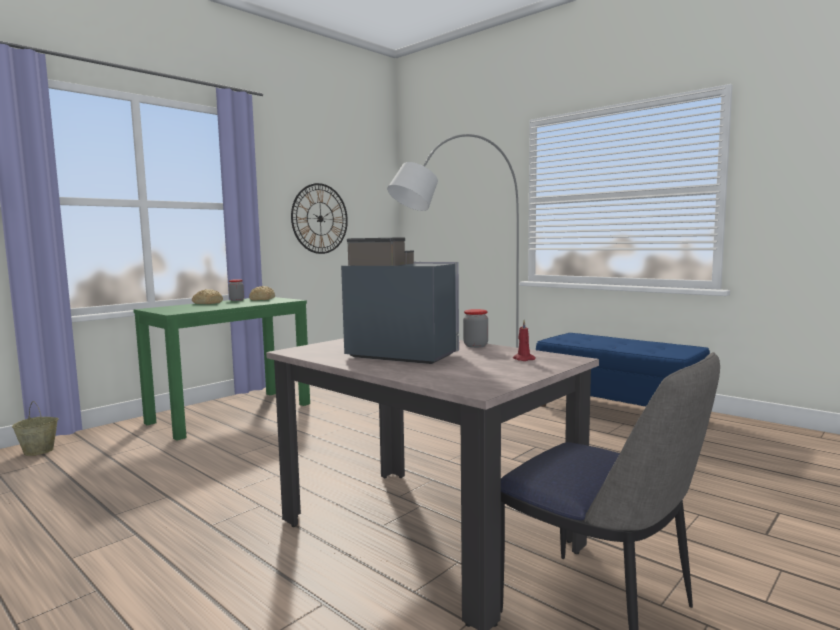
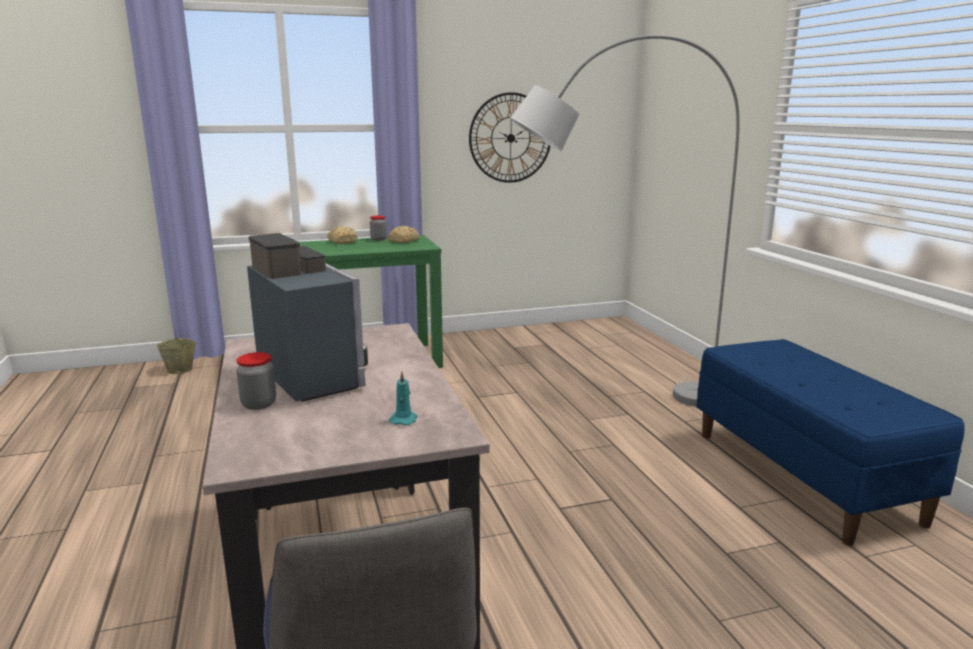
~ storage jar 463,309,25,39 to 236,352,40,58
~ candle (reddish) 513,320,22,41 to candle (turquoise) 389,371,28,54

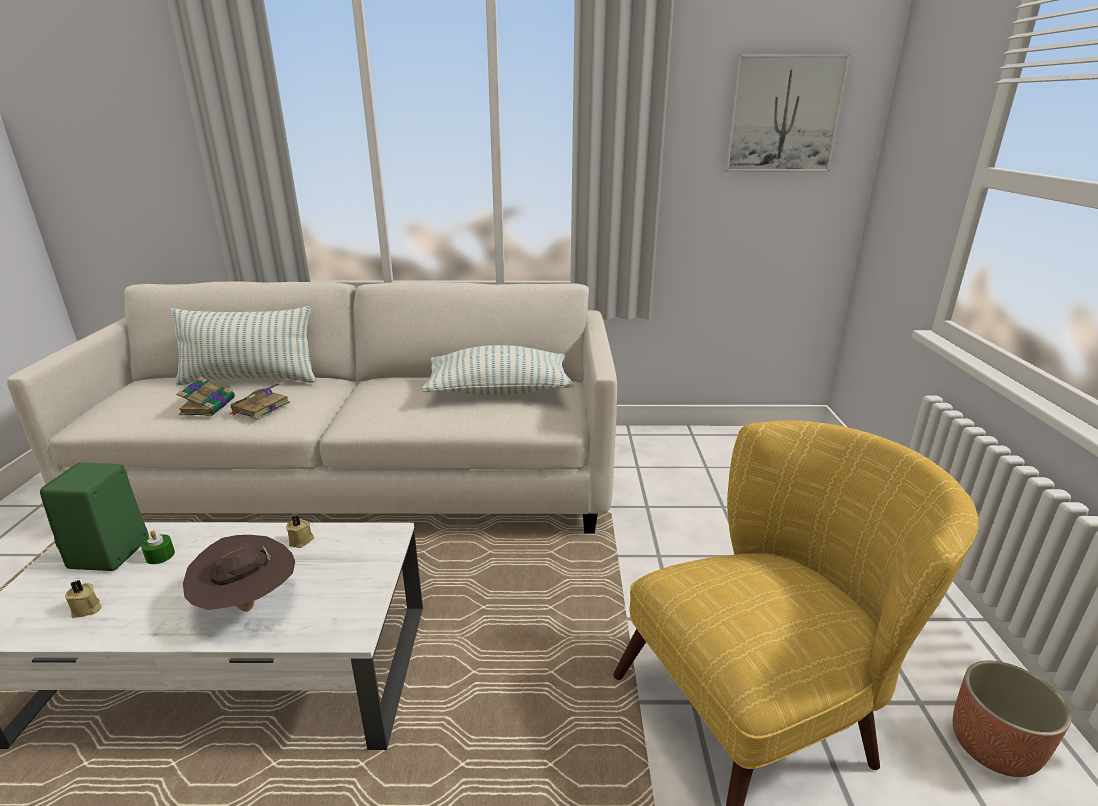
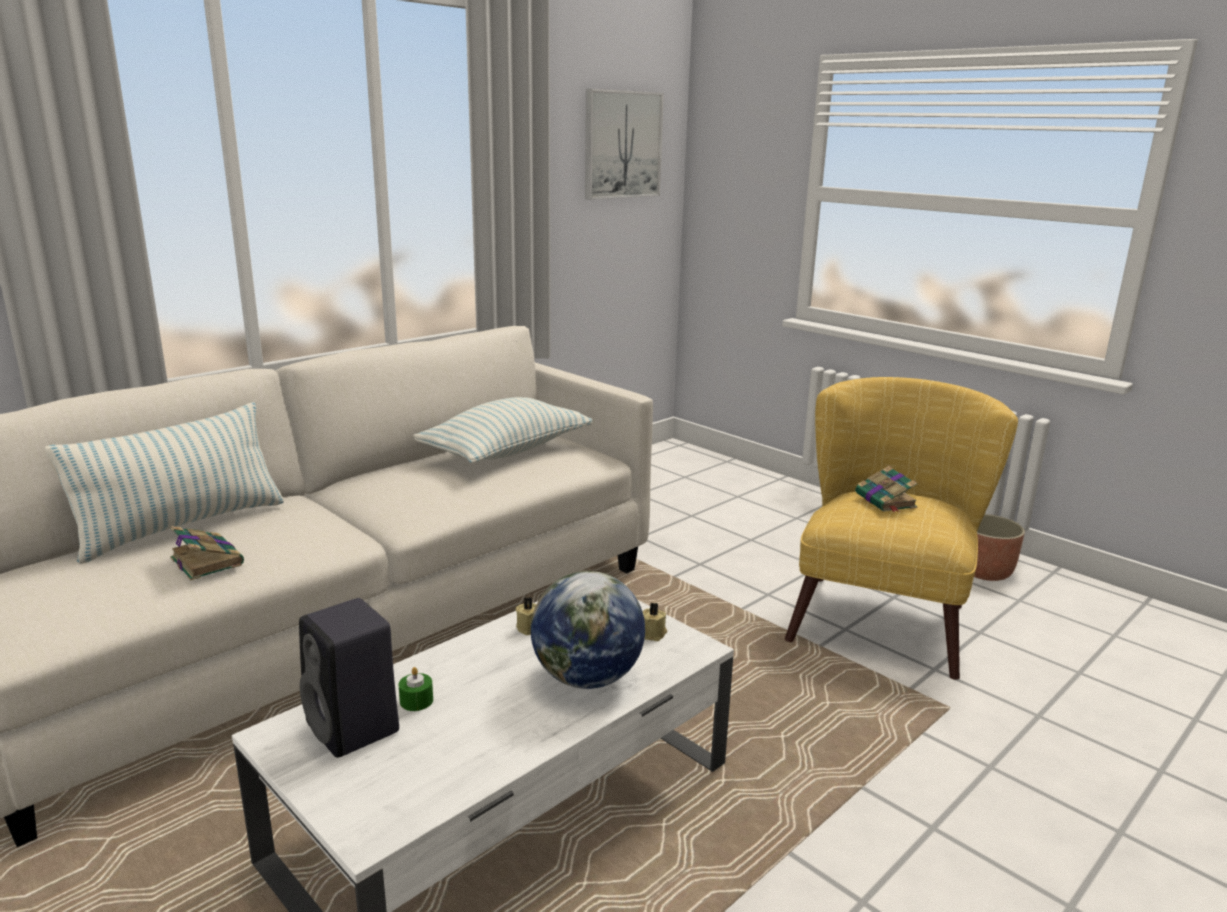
~ audio speaker (green-coloured) 40,463,109,108 to audio speaker (blackish) 299,598,100,160
~ clothing hat (brown) 183,535,112,77 to desk globe 531,571,114,118
~ candle (beige-coloured) 65,580,37,38 to 643,603,24,38
~ book 230,381,60,38 to 855,466,62,47

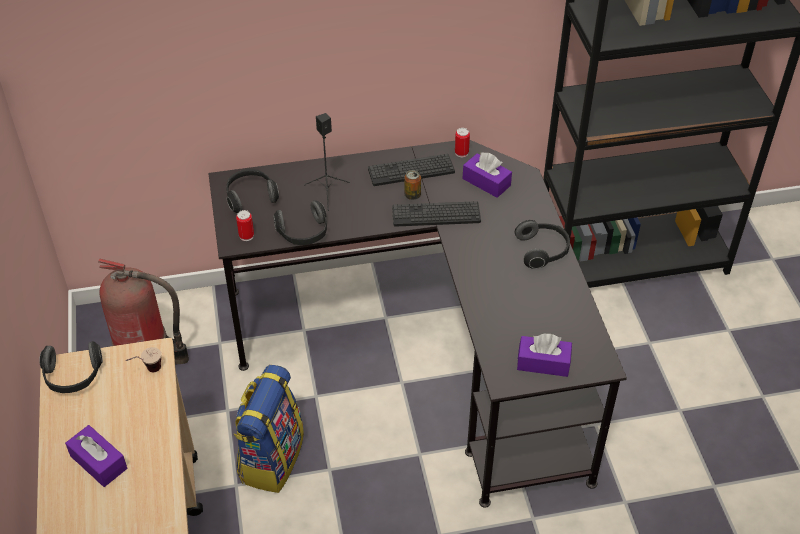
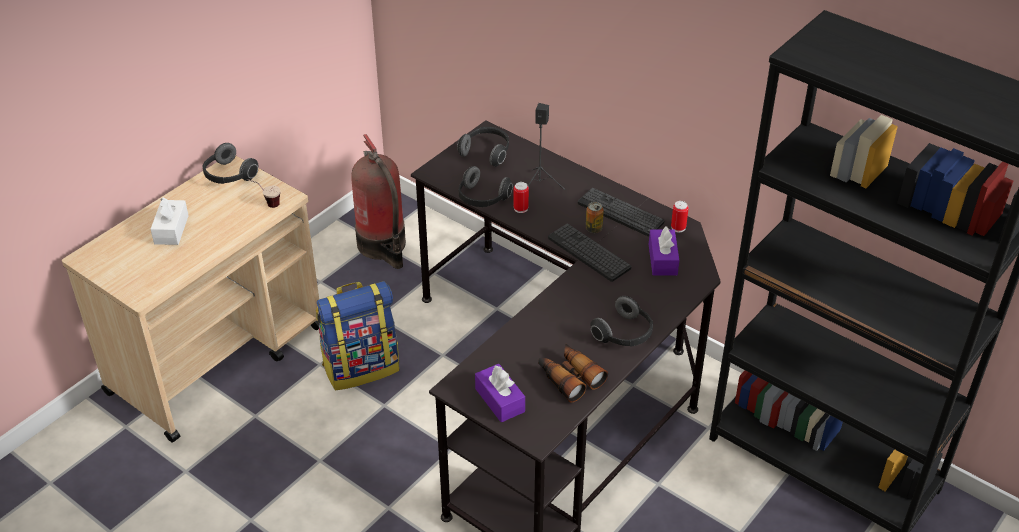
~ tissue holder (purplish) 65,425,62,62 to tissue holder (white) 150,197,39,48
~ can 236,210,18,31 to 514,182,15,31
+ binoculars 538,343,70,60

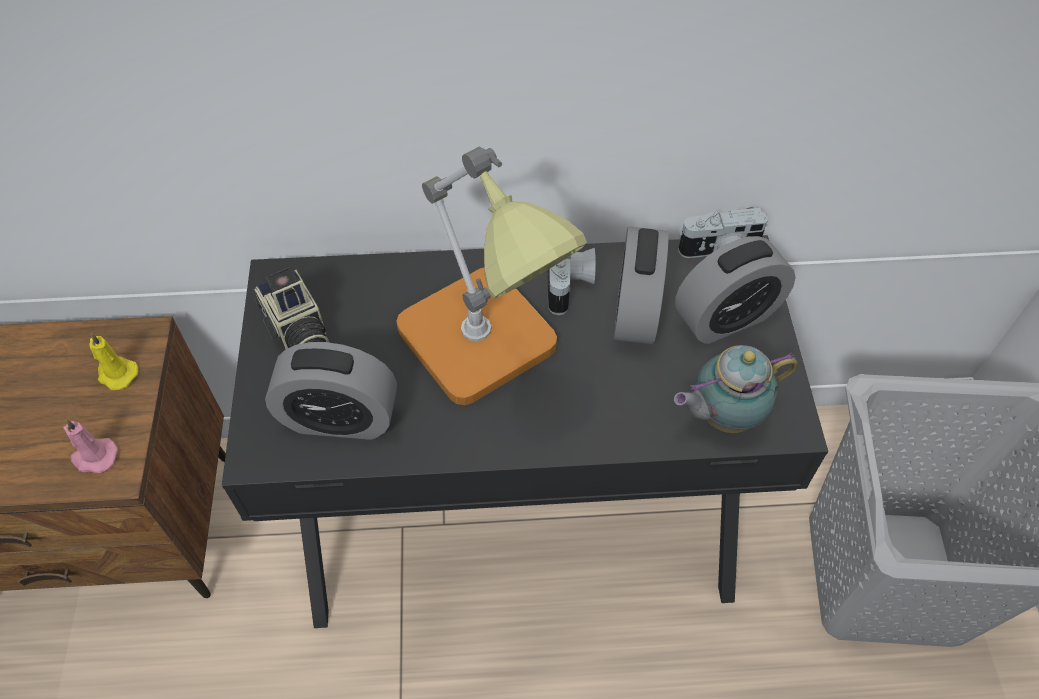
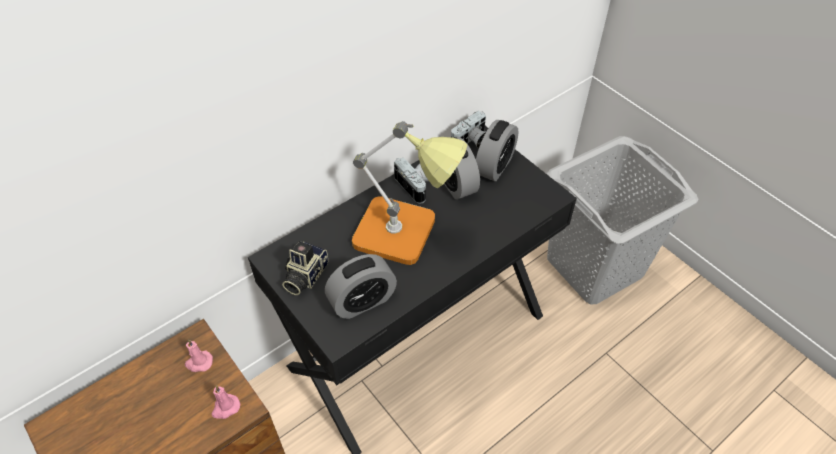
~ candle (yellowish) 90,333,48,57 to candle (pink-coloured) 185,339,28,33
~ still camera 254,267,75,82 = 282,241,46,54 90 degrees clockwise
- tea pot 674,345,124,88

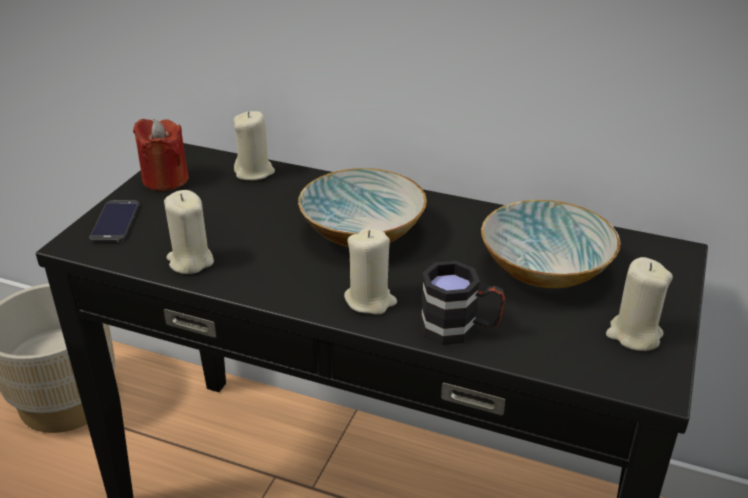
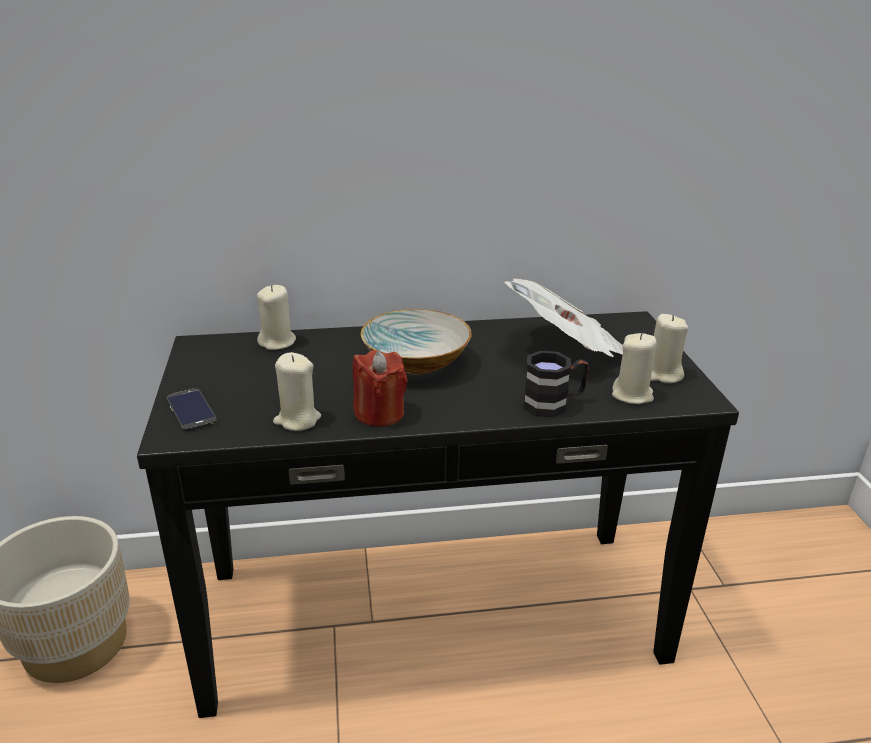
~ candle (reddish) 133,119,56,72 to 353,350,55,77
~ serving bowl 481,200,140,88 to daily paper 504,279,119,78
~ candle (beige-coloured) 344,228,53,87 to 612,333,45,71

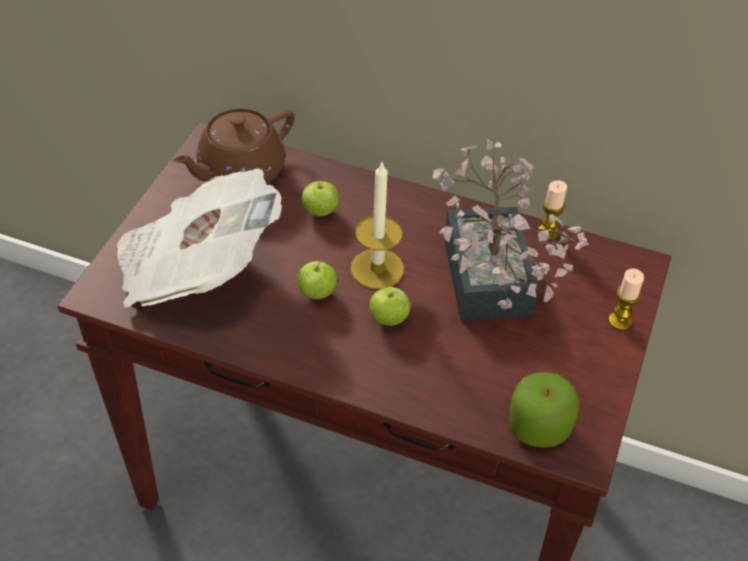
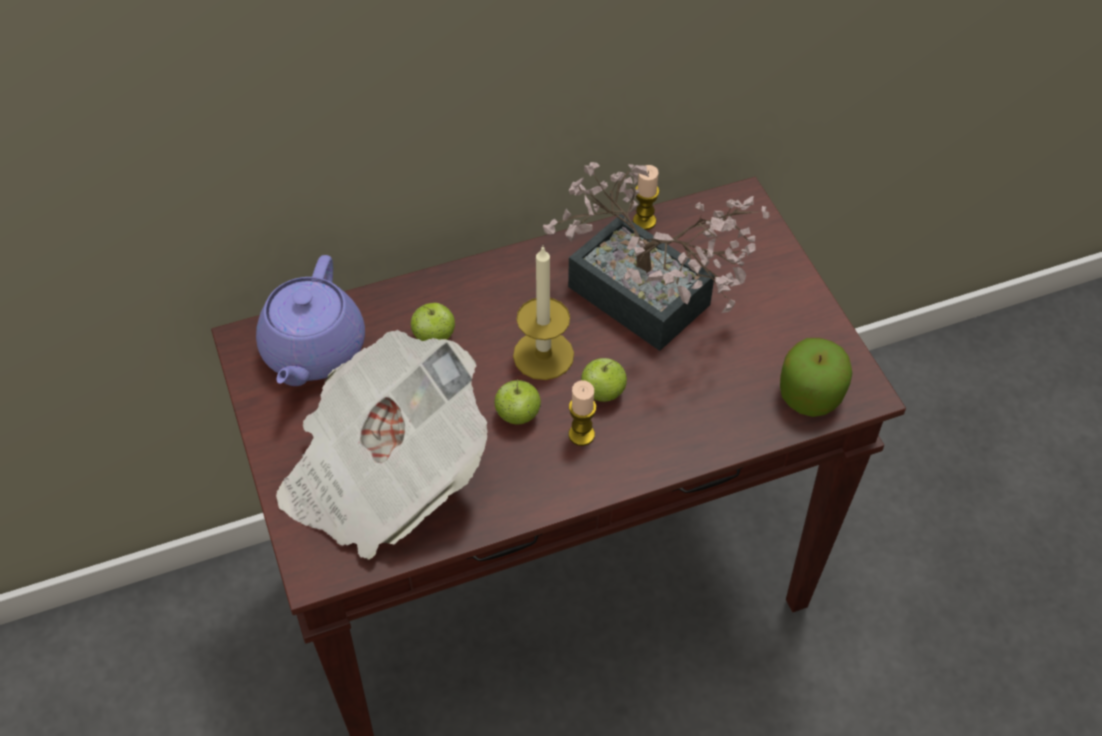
~ tea pot (brown) 173,109,122,75 to tea pot (purplish) 256,255,109,131
~ candle 608,269,36,61 to 569,380,27,66

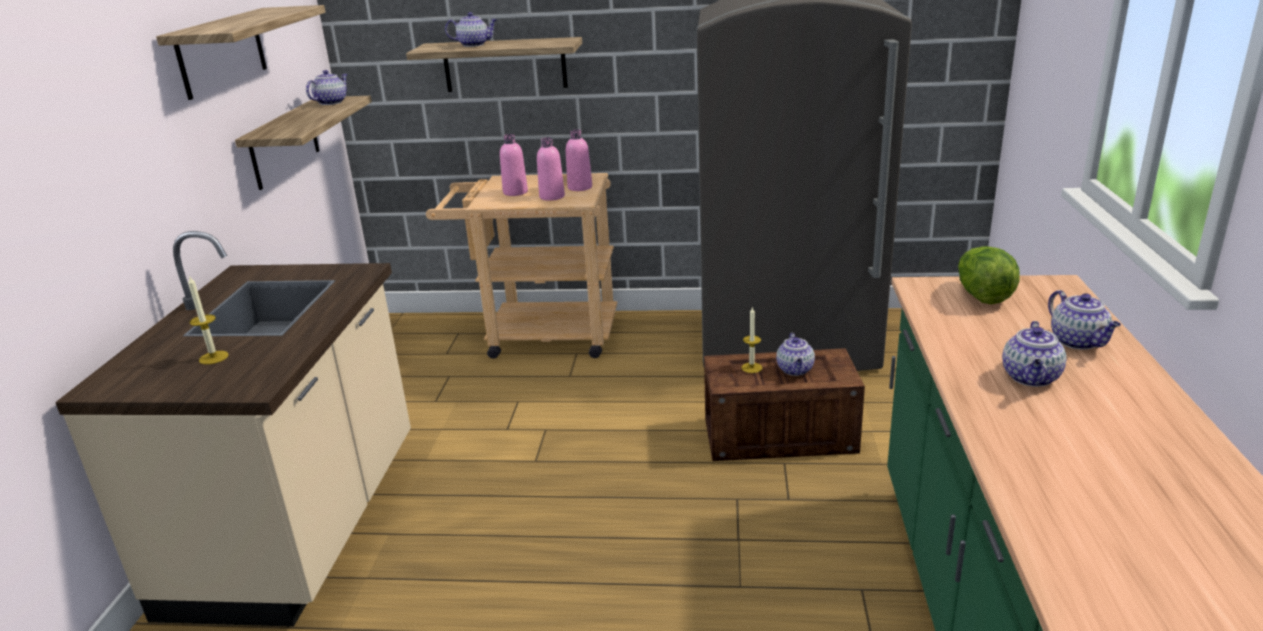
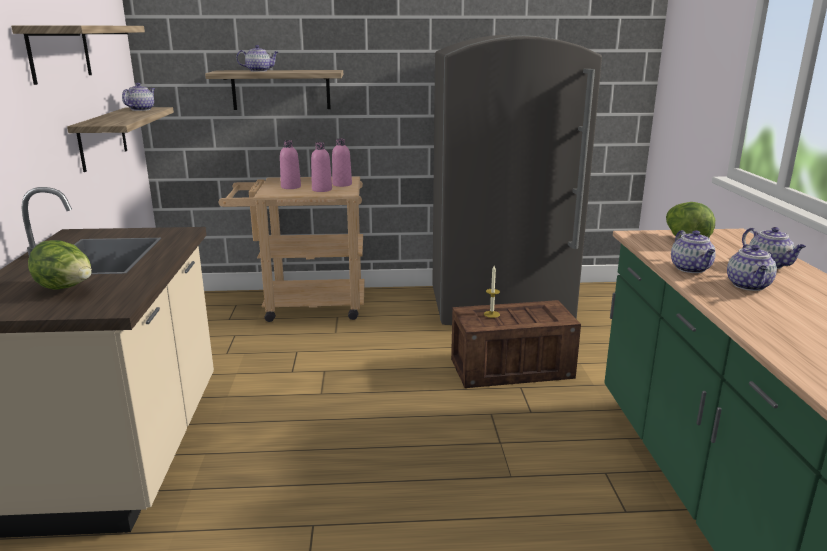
~ candle 188,275,41,89 to lettuce head 28,240,64,49
~ tea pot 776,333,39,43 to 671,230,45,43

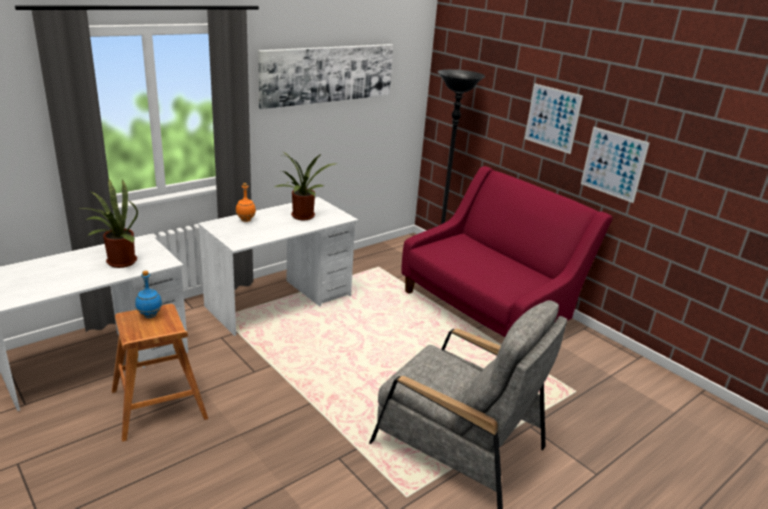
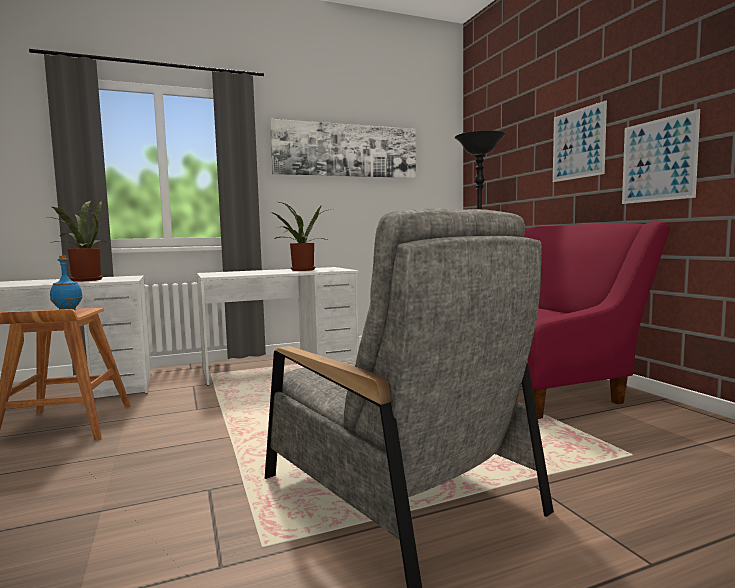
- beverage bottle (orange) 236,183,20,39

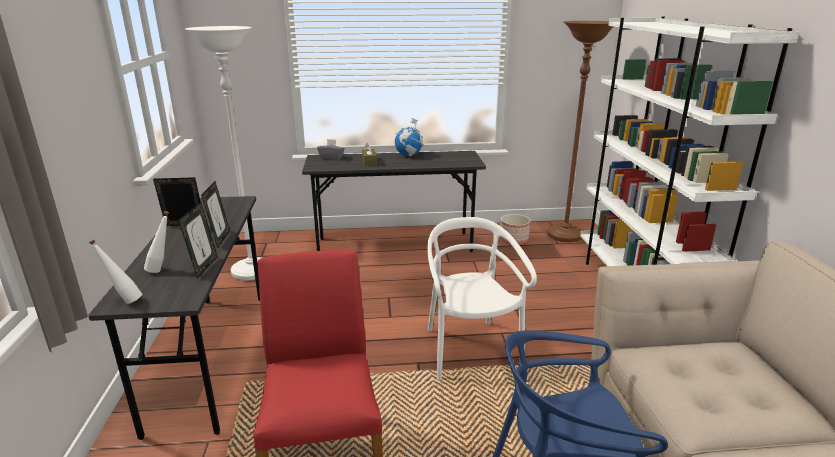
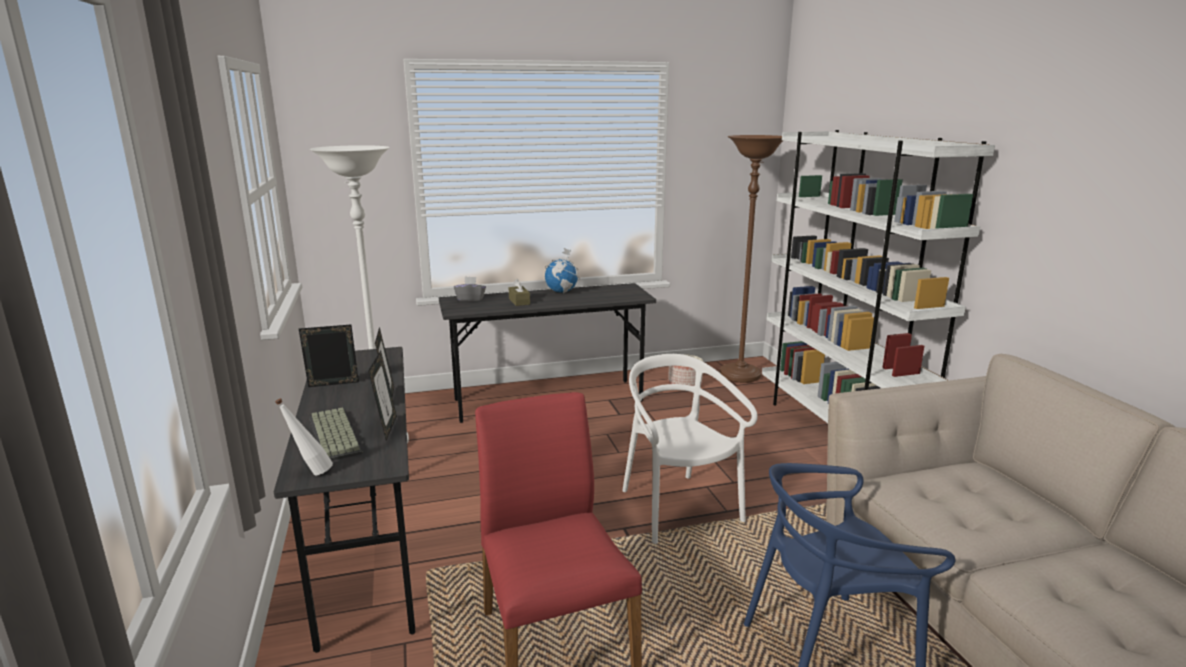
~ beverage bottle (white) 144,211,25,62 to computer keyboard 309,407,54,54

